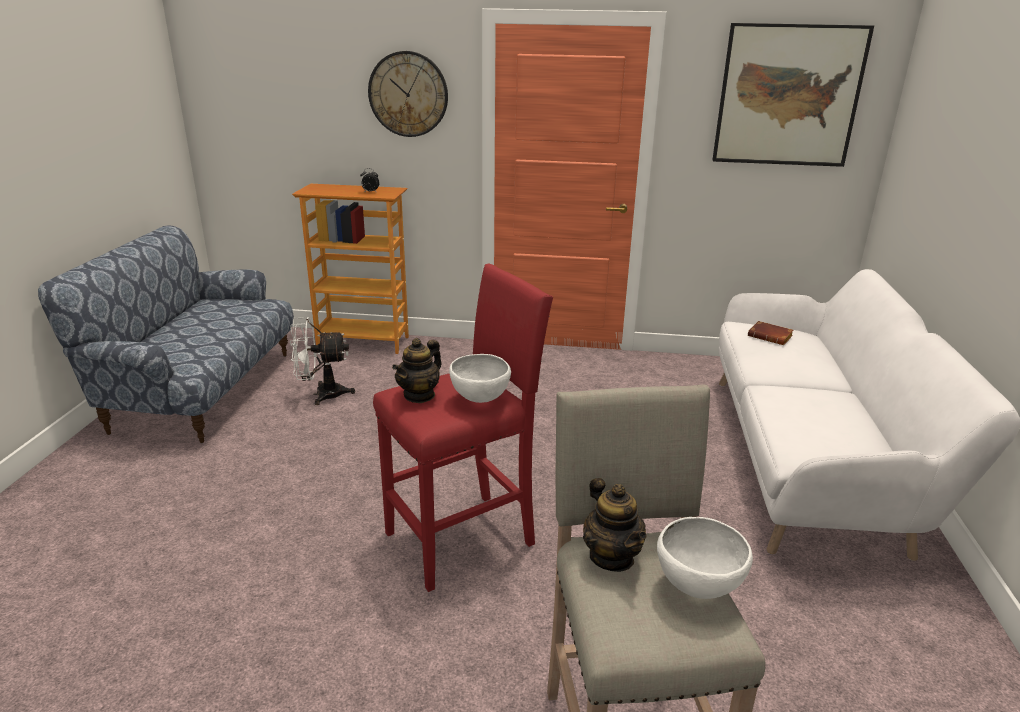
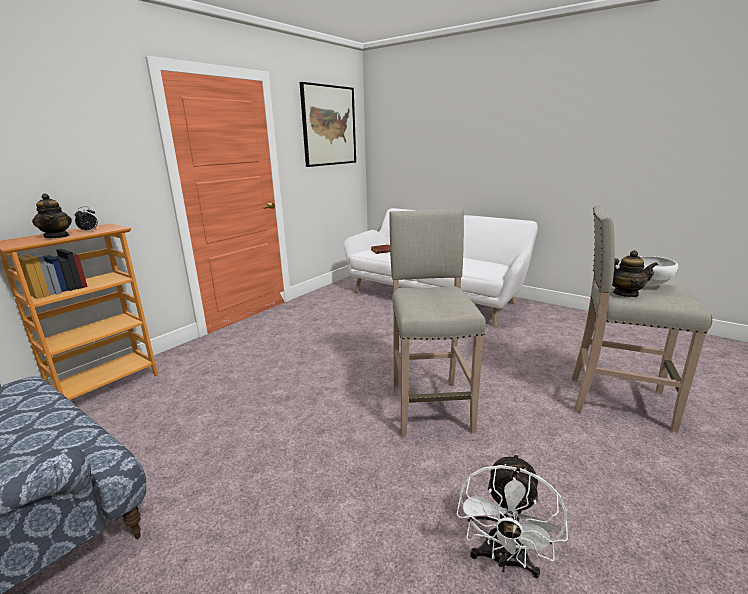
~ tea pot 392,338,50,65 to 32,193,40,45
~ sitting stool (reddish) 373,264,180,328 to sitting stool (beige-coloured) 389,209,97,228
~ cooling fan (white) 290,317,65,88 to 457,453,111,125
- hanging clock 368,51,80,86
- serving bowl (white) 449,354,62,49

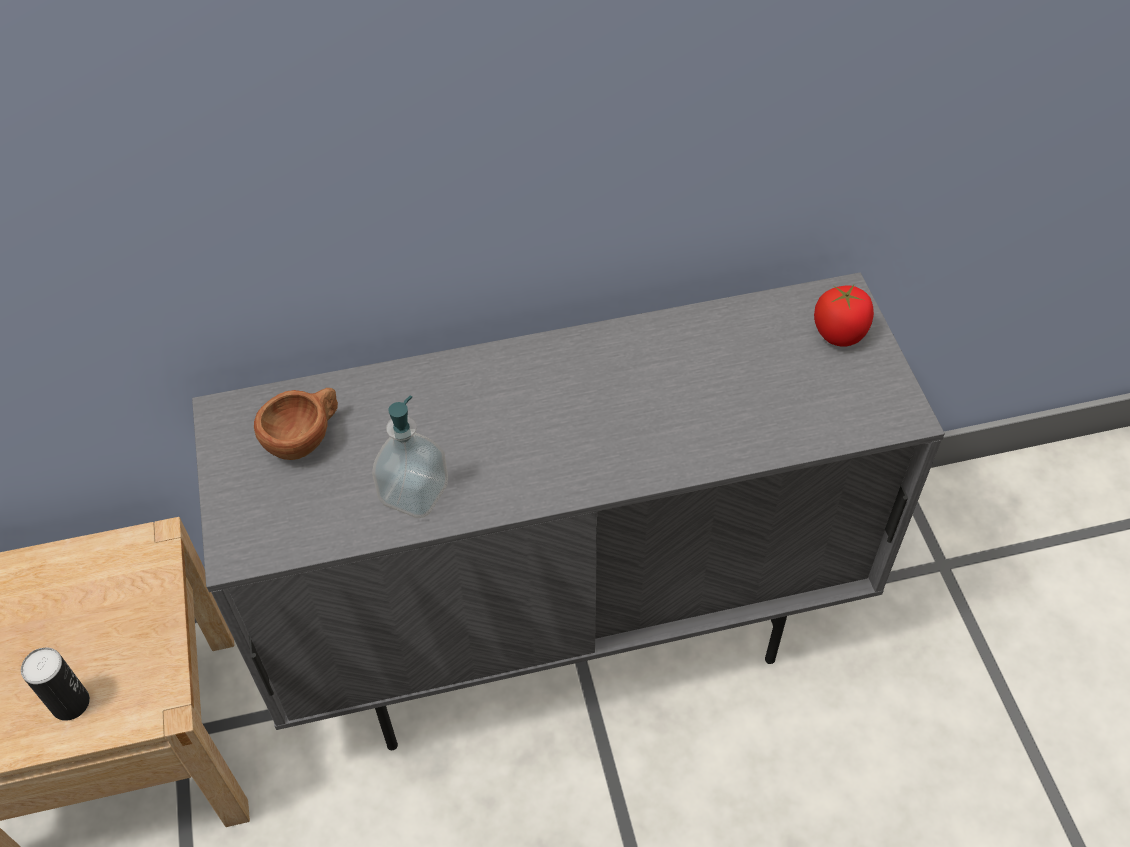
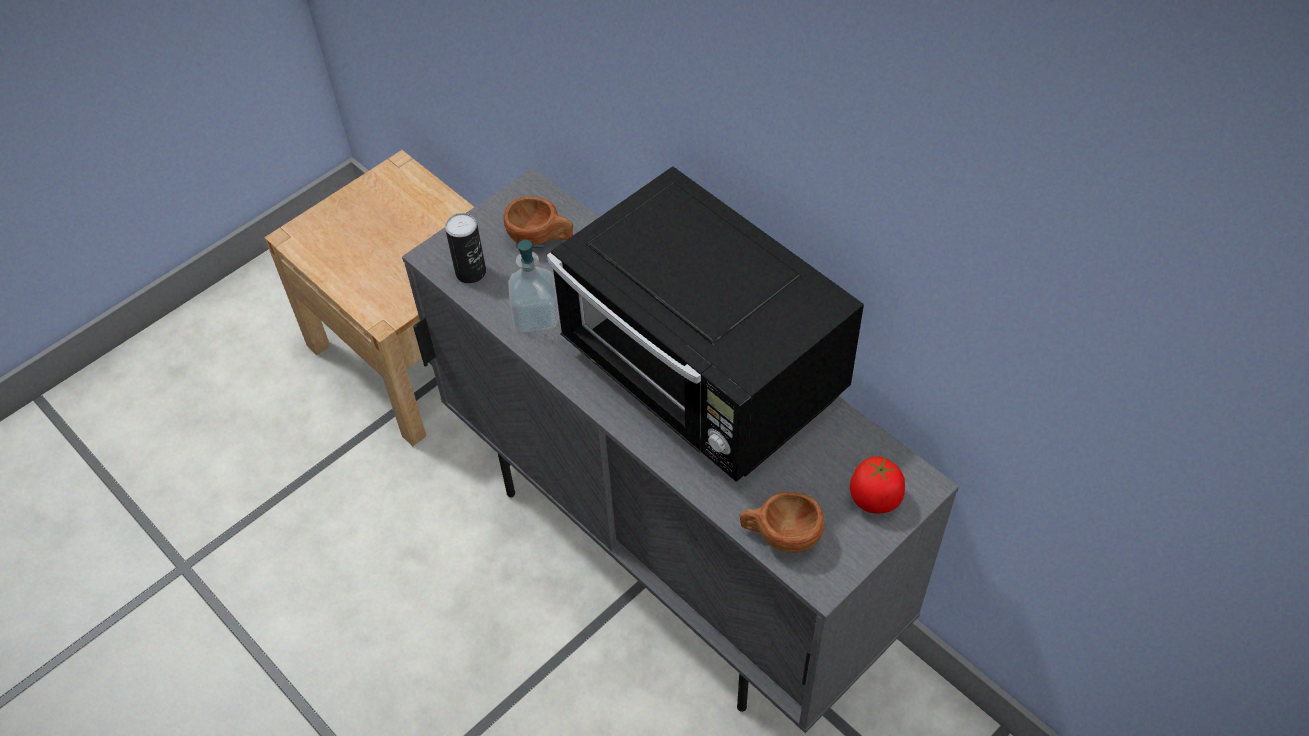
~ can 21,648,69,73 to 445,213,41,71
+ microwave oven (blackish) 547,166,317,316
+ drinking cup (brown) 740,492,84,61

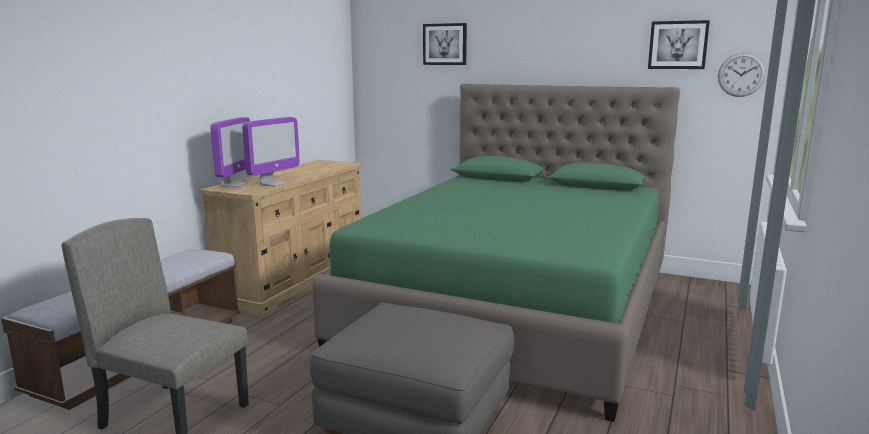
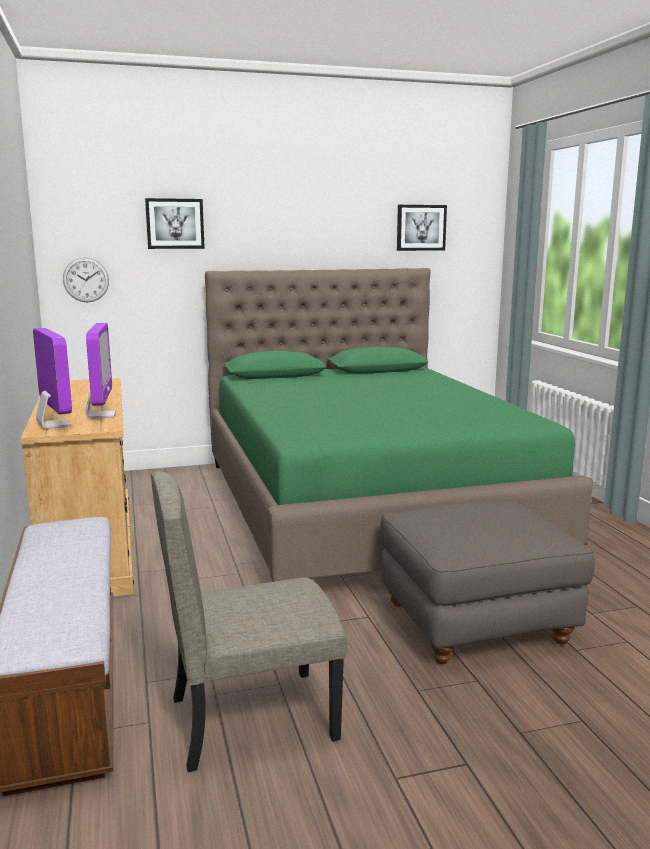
~ hanging clock 718,53,48,44 to 63,257,46,45

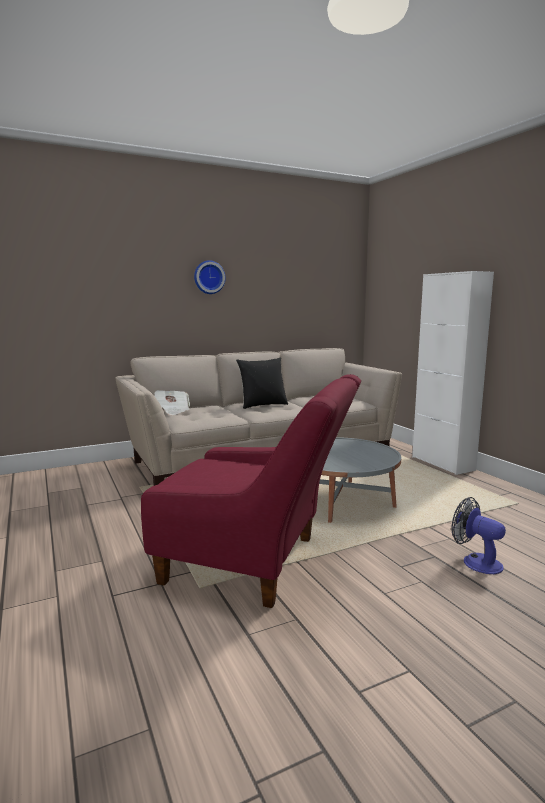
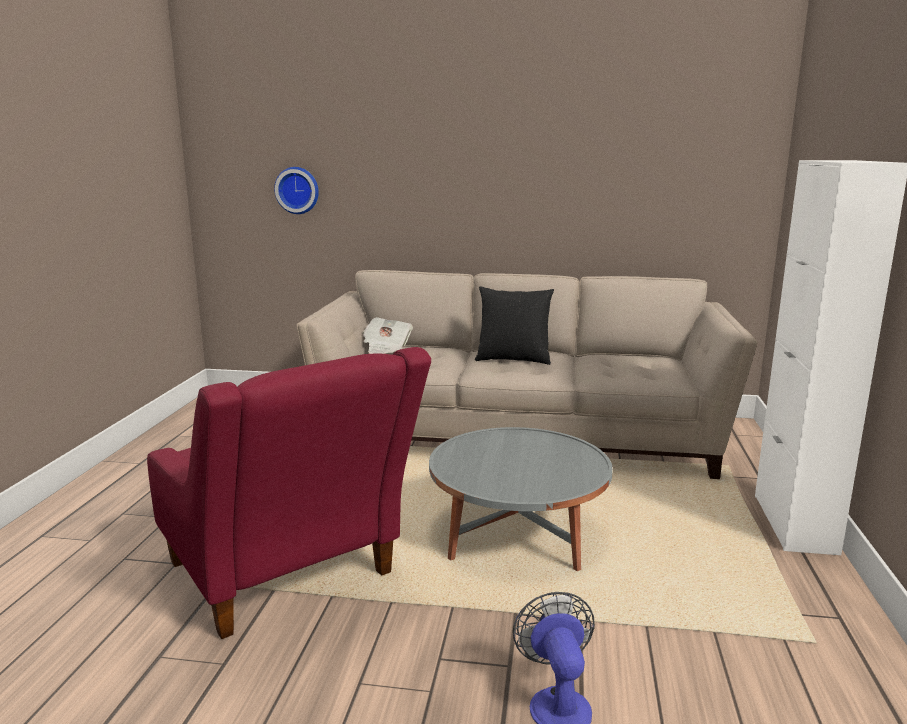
~ hanging clock 194,260,32,34 to 274,167,45,47

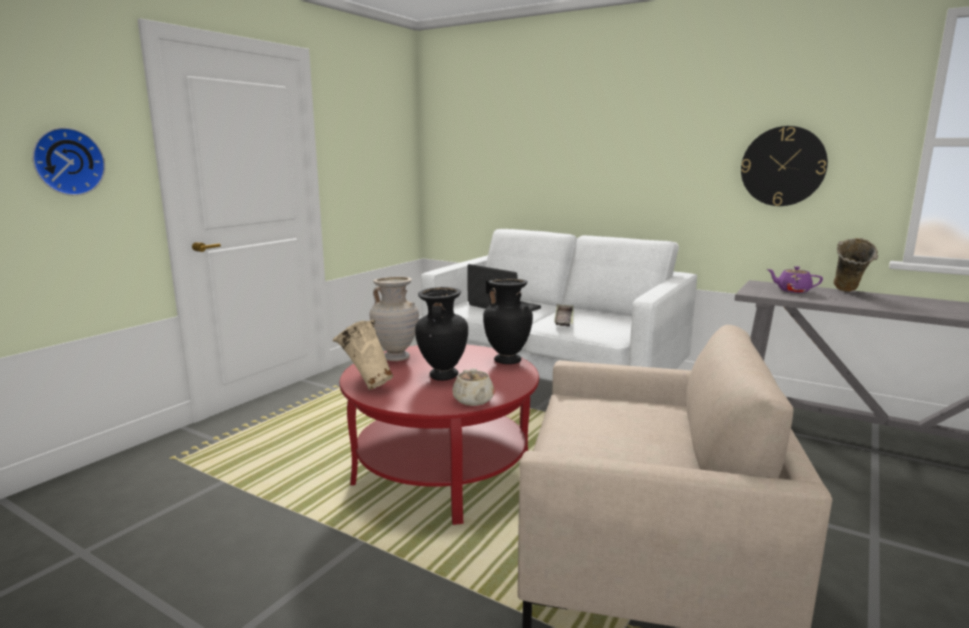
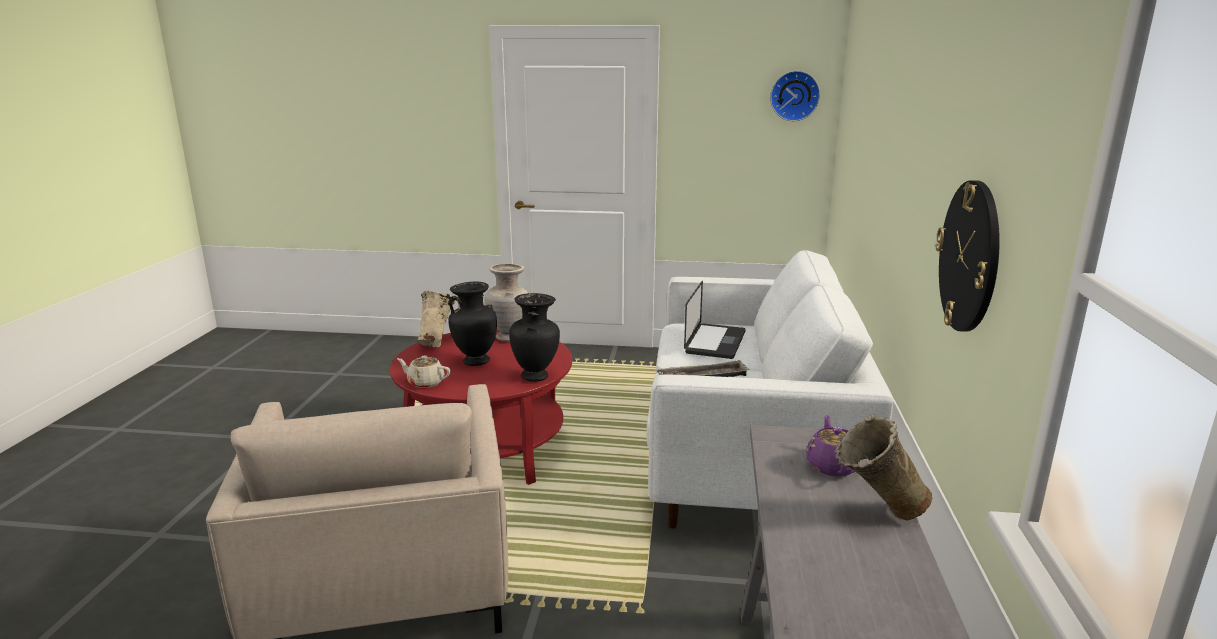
~ tea pot (beige-coloured) 452,368,43,38 = 397,356,54,32 60 degrees clockwise
~ hanging clock 32,127,73,69 to 770,71,50,50

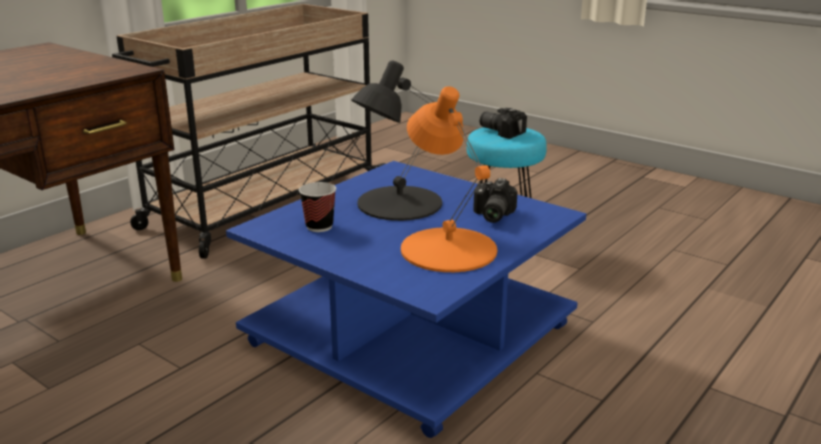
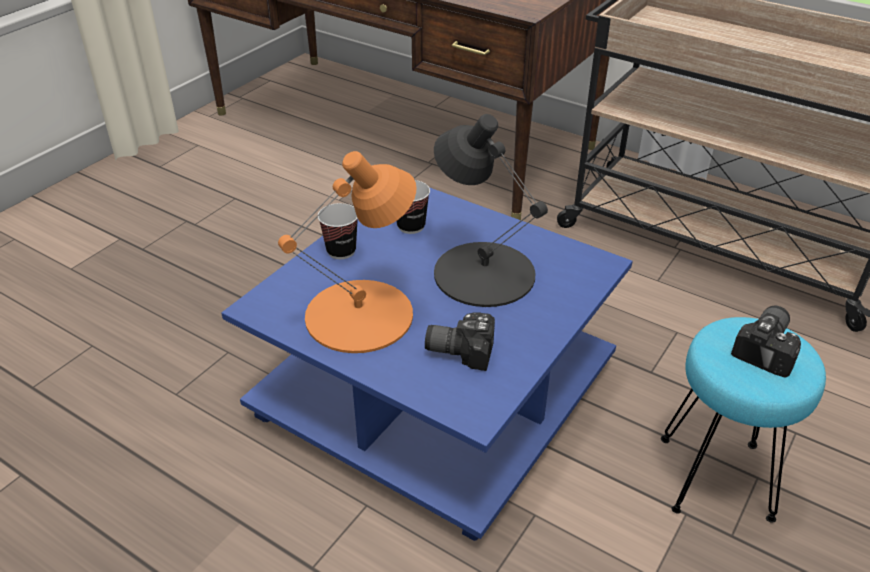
+ drinking cup 318,203,40,56

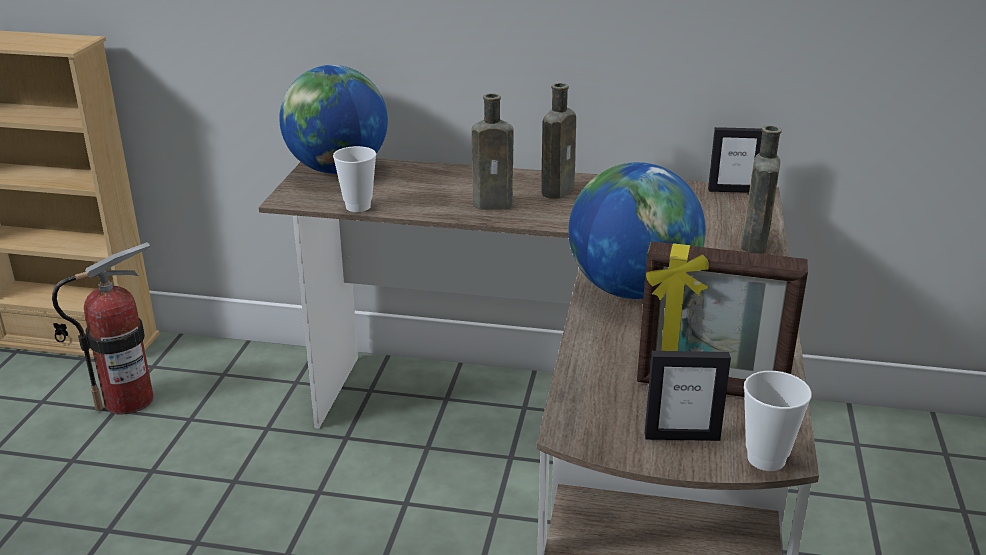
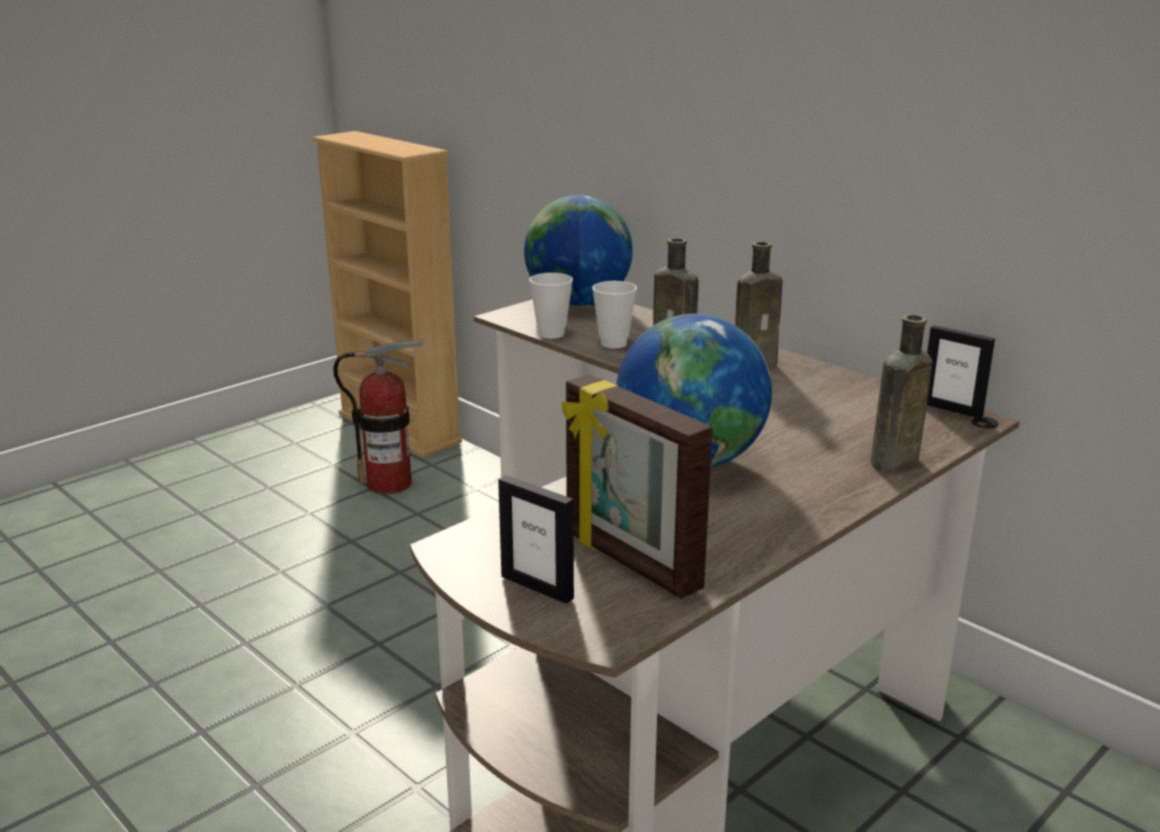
~ drinking cup 744,371,68,100 to 592,281,45,68

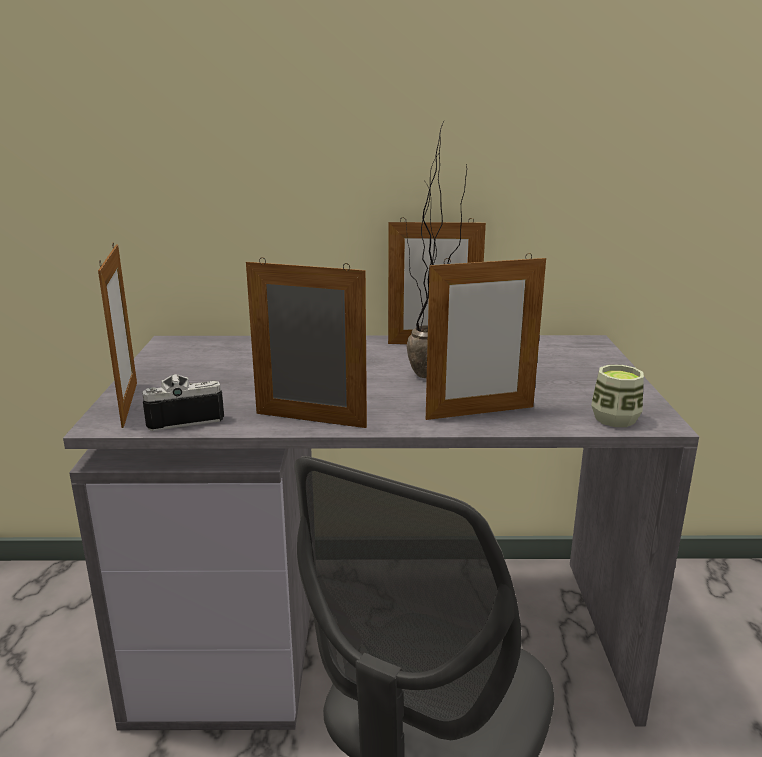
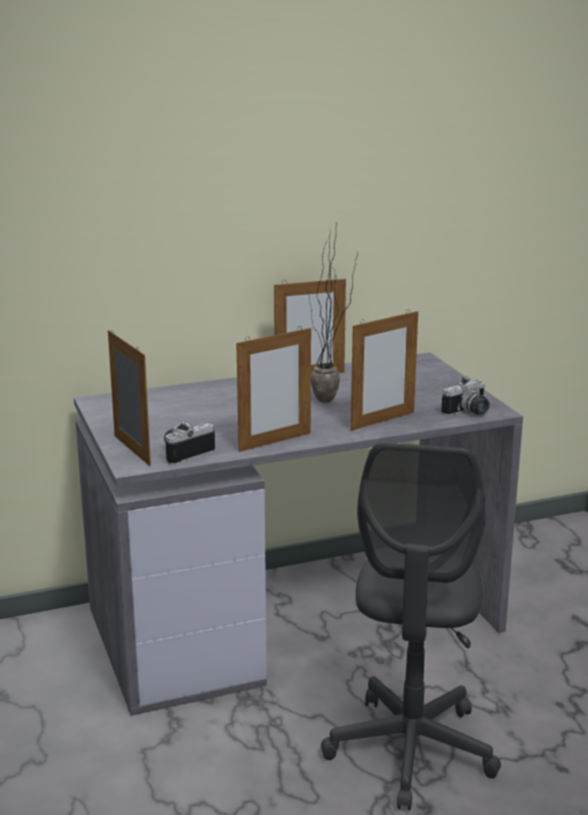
~ standing frame 246,257,121,171 = 236,326,75,126 150 degrees clockwise
~ drinking cup 591,365,53,62 to still camera 441,376,49,40

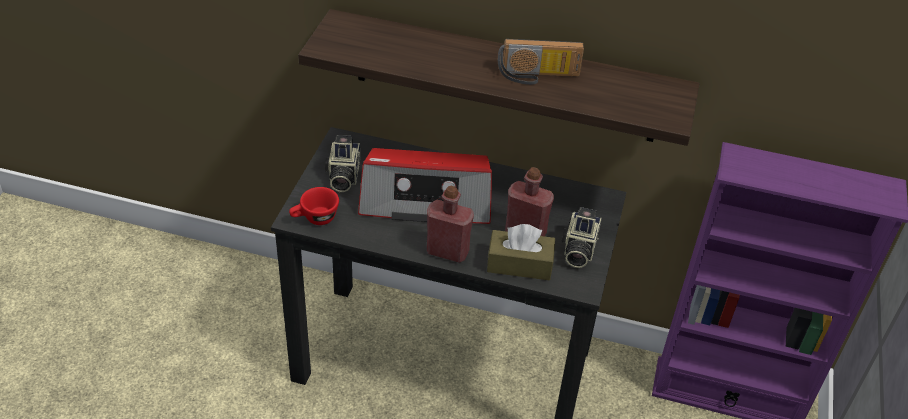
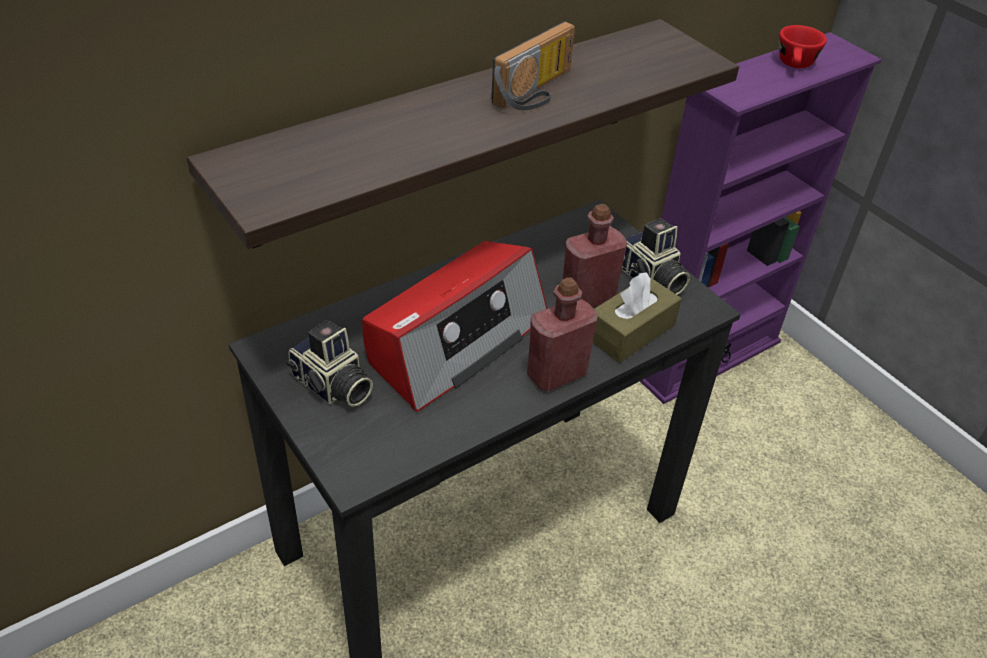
~ drinking cup (reddish) 289,187,50,38 to 779,25,48,43

